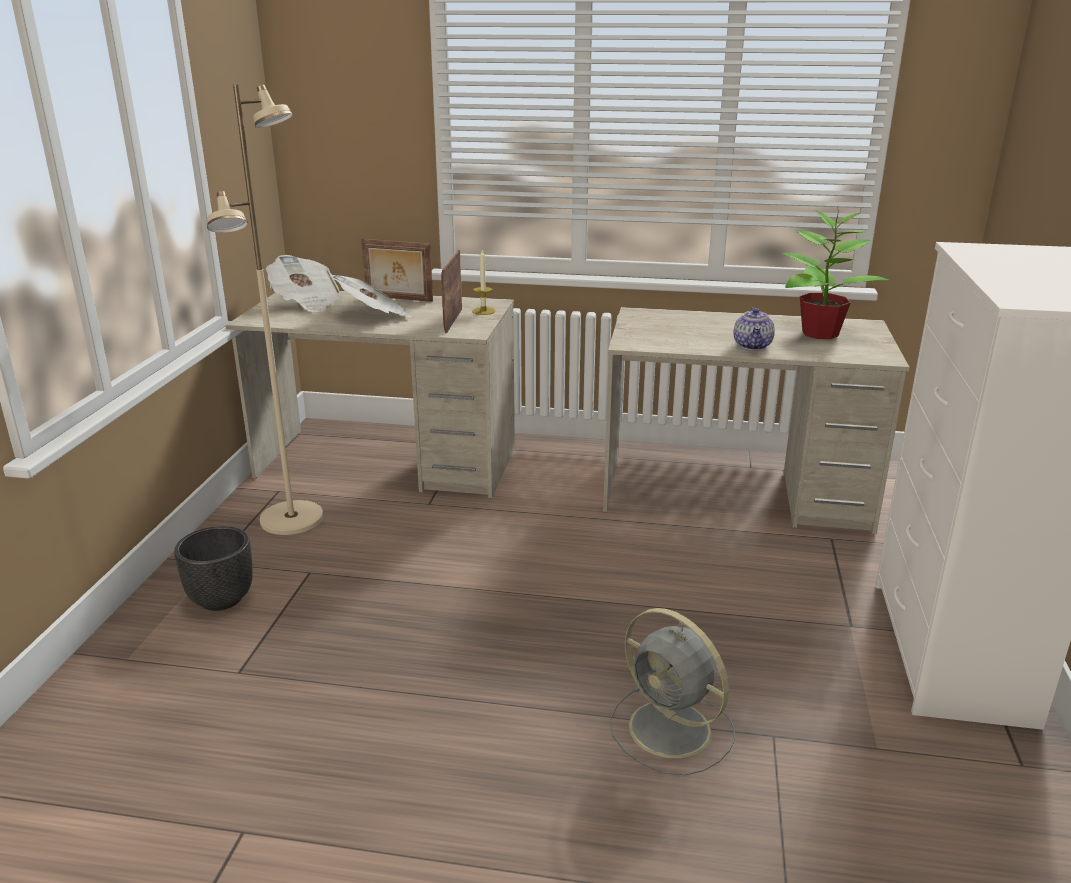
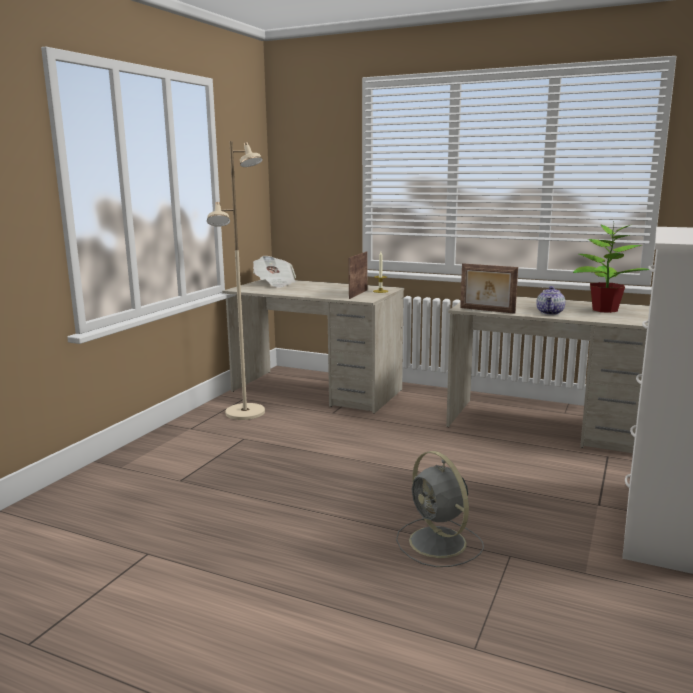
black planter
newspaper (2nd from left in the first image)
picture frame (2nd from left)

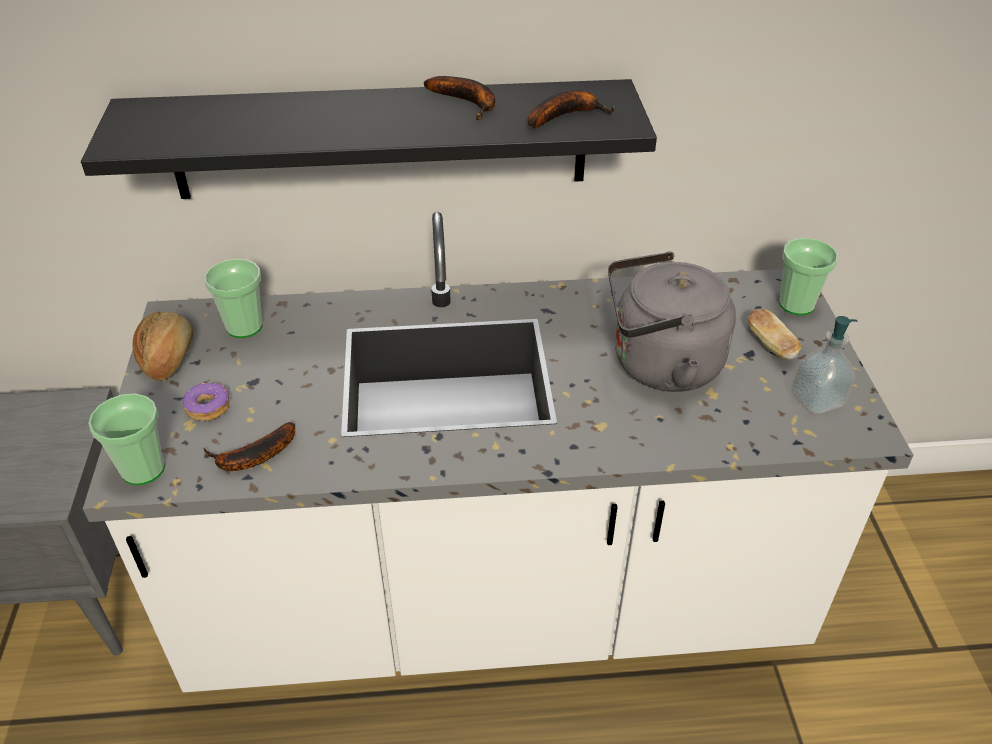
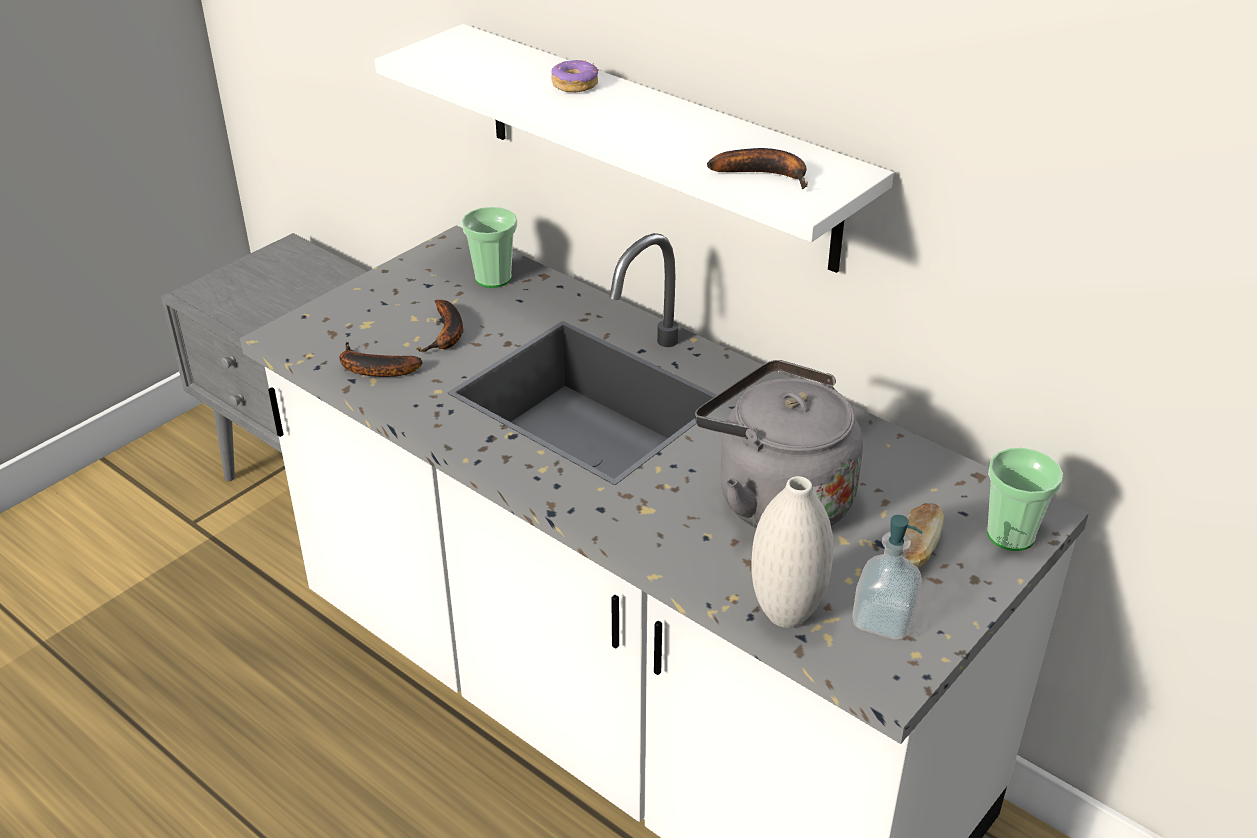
white shelf
cup (1st from left in the first image)
bread (1st from left in the first image)
donut
banana (2nd from left)
white vase

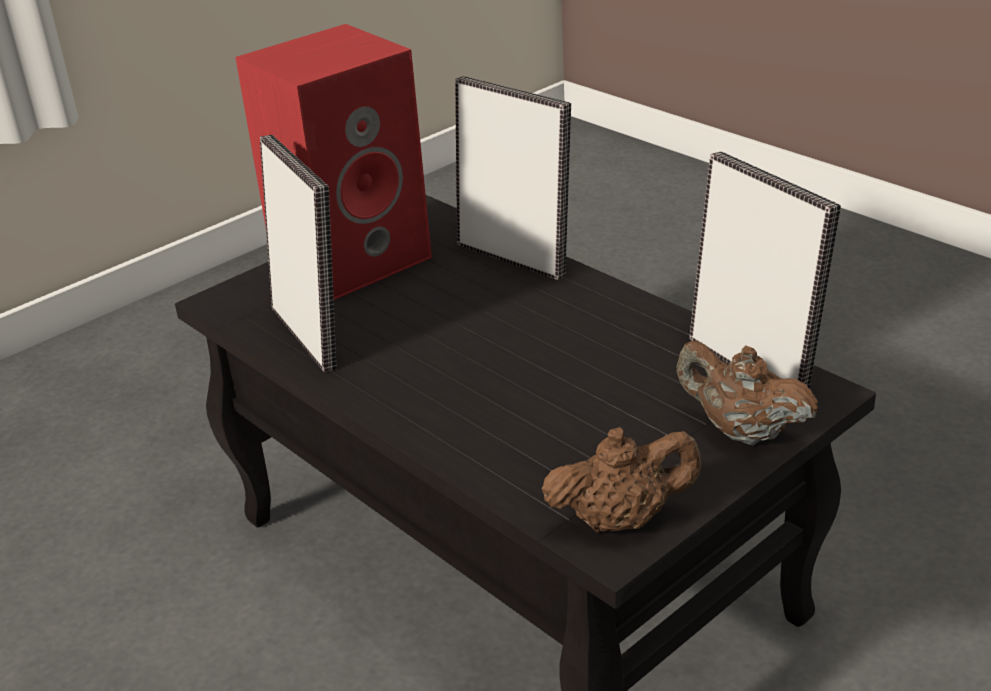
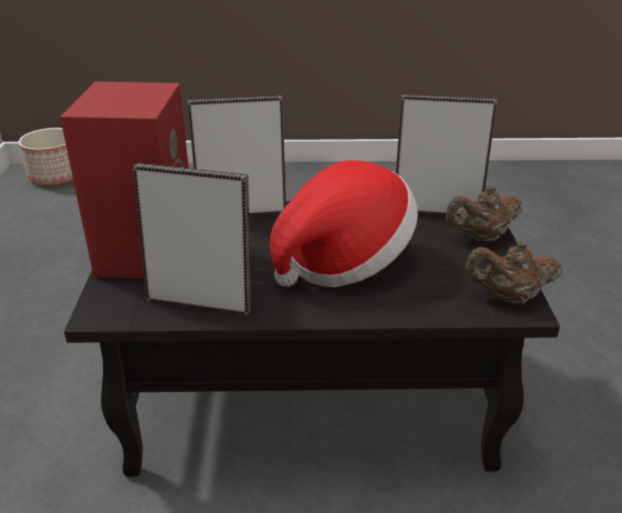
brown teapot (2nd from left)
planter
hat

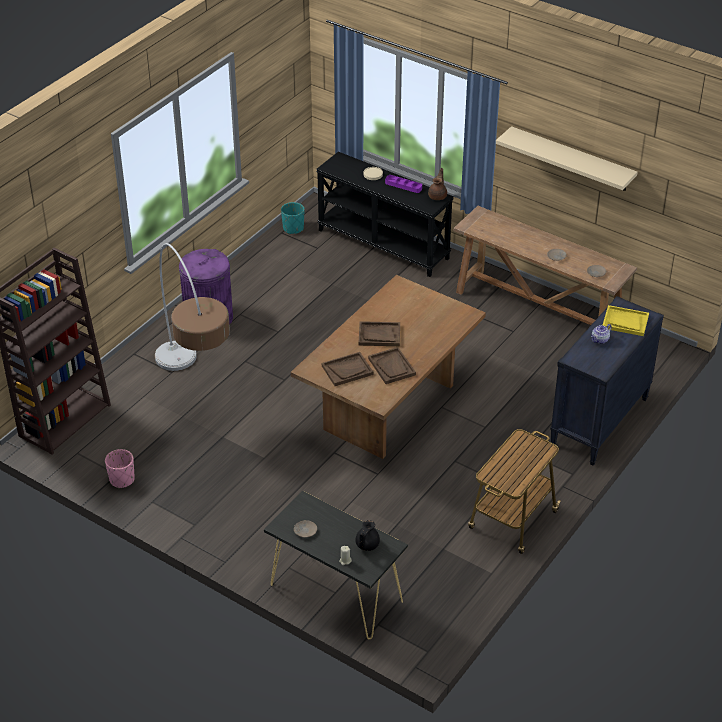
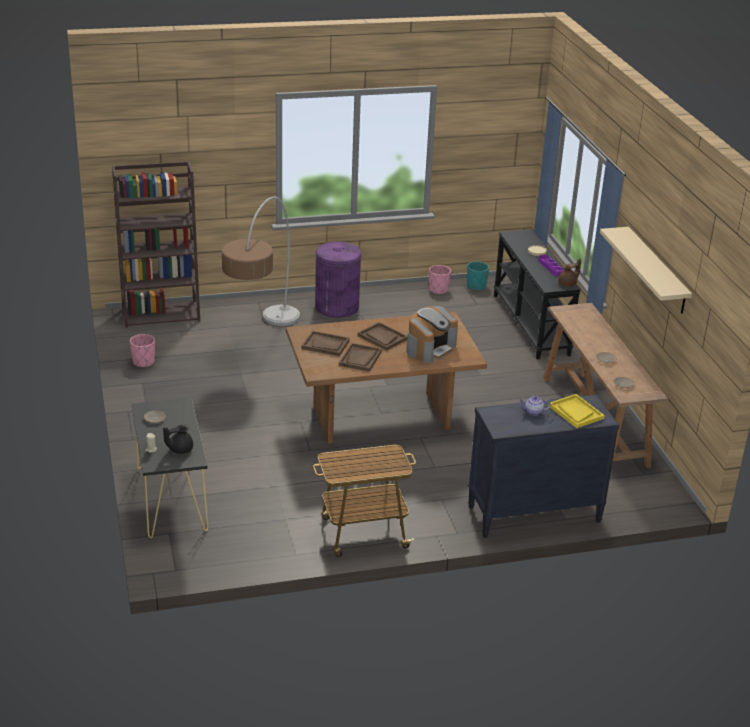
coffee machine
pink planter (2nd from left)

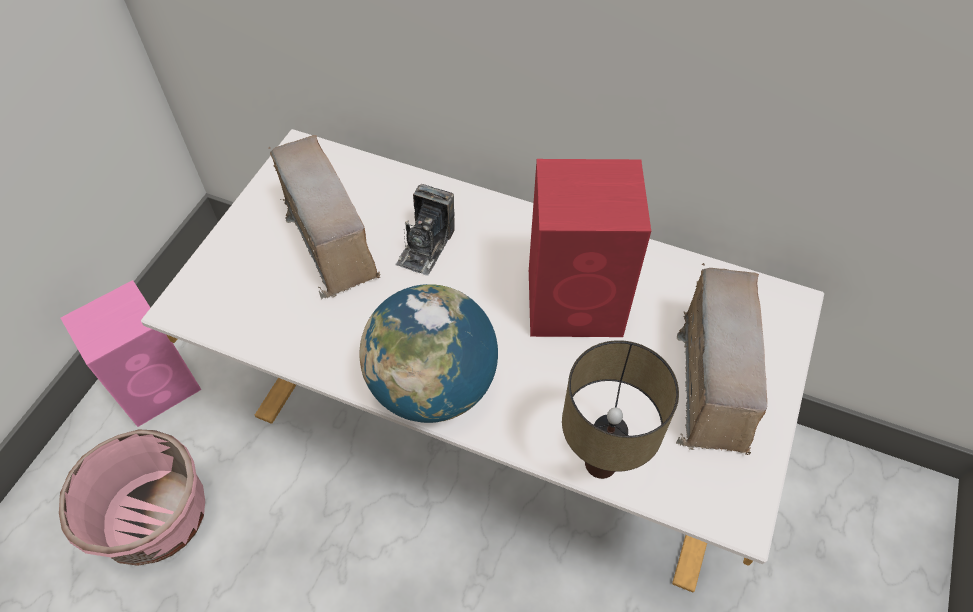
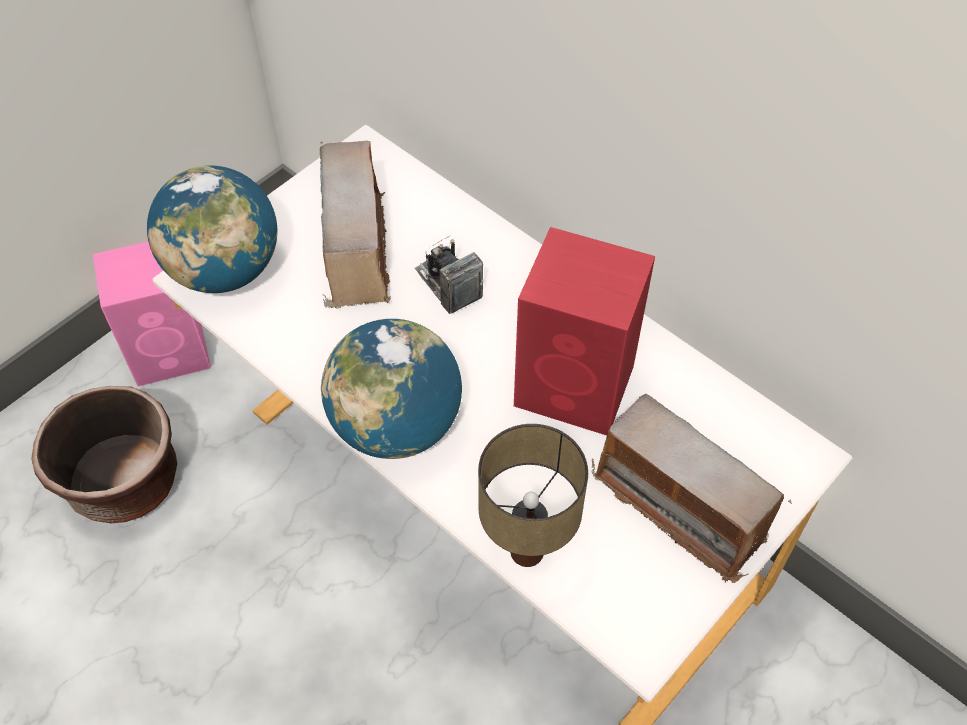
brown planter
photo camera
radio (2nd from left)
globe (1st from left)

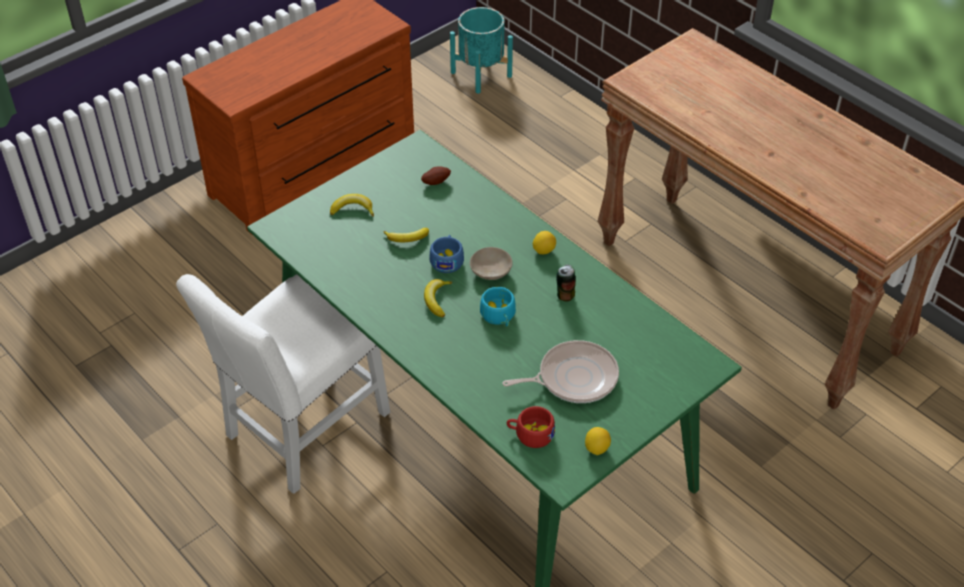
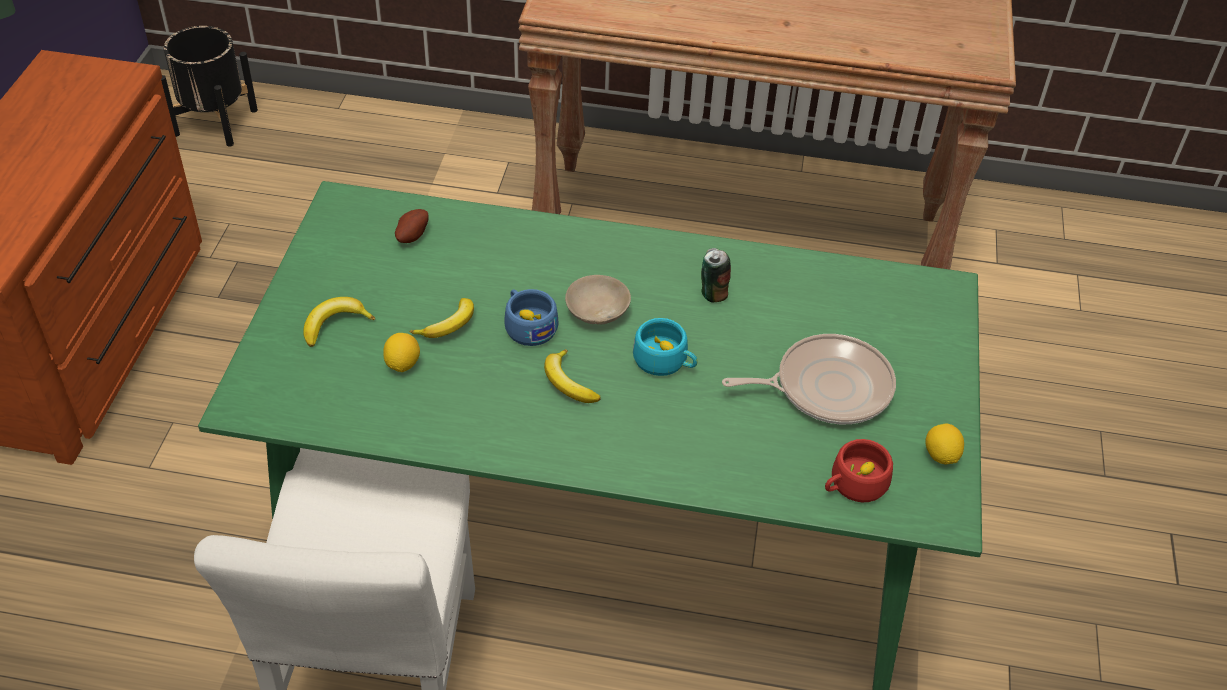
black planter
frying pan
lemon (1st from left)

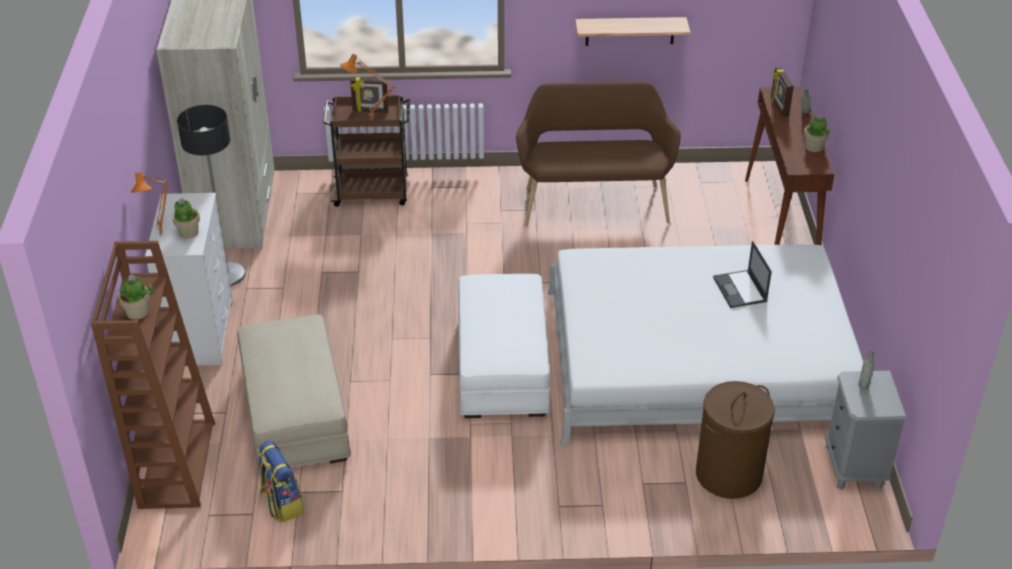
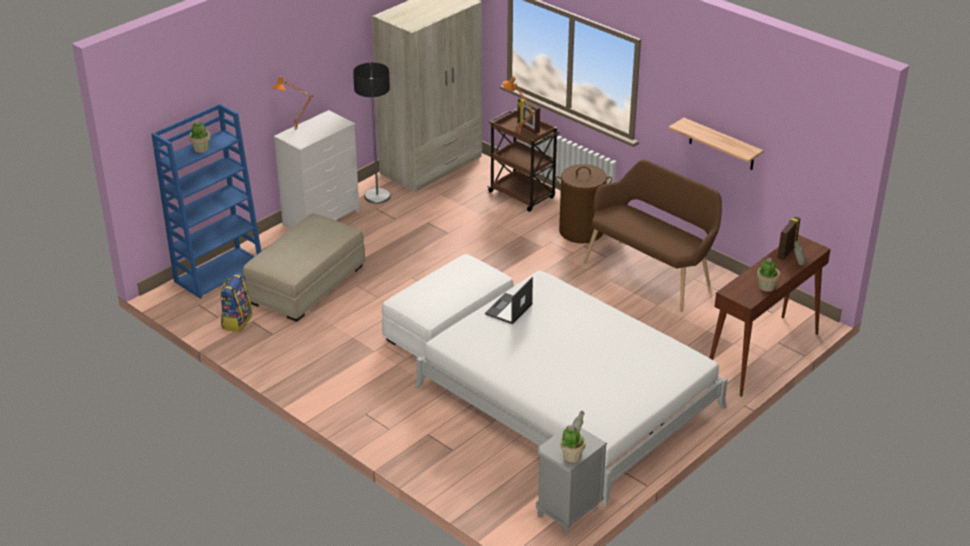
blue bookcase
potted plant (2nd from left)
brown laundry basket
laptop

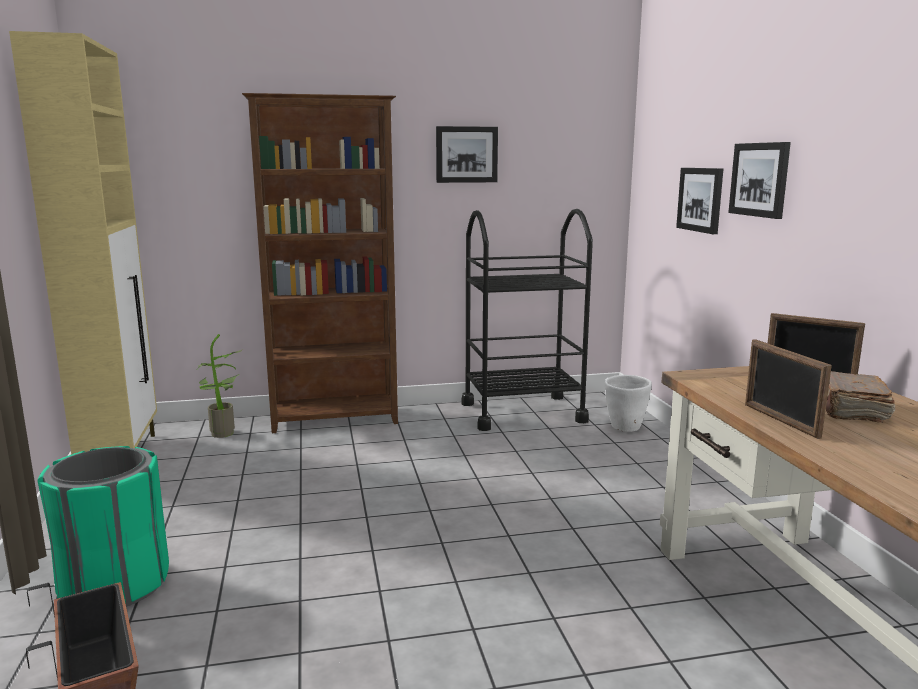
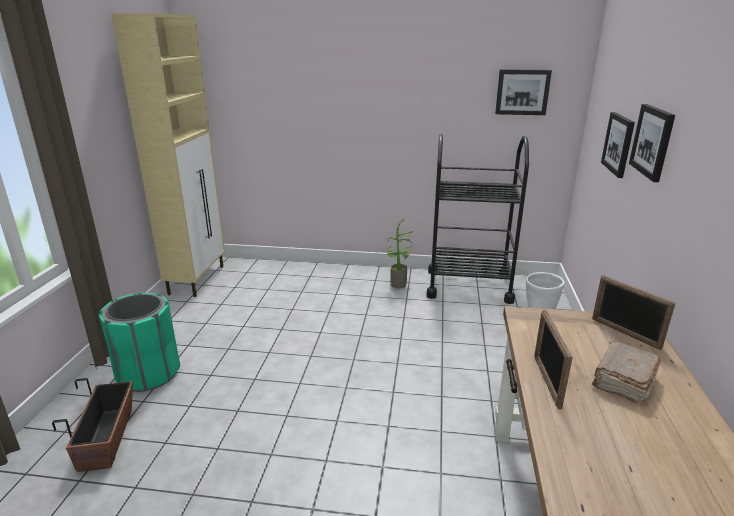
potted plant
brown bookcase
picture (1st from left)

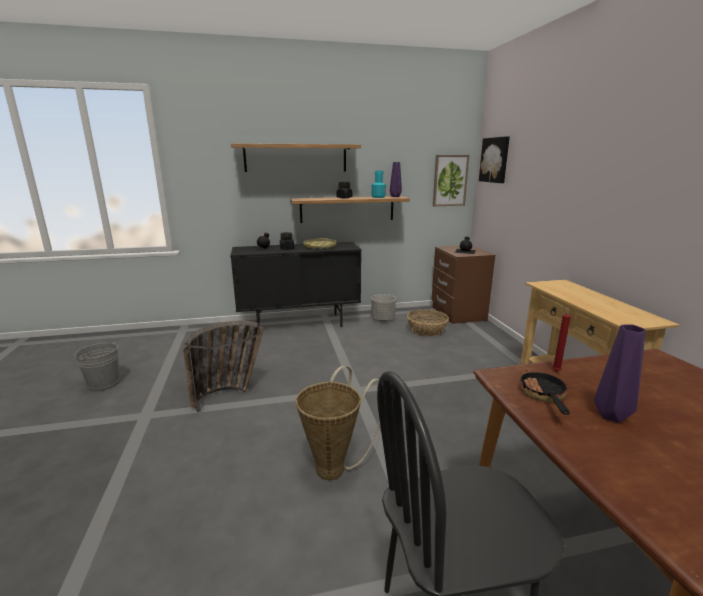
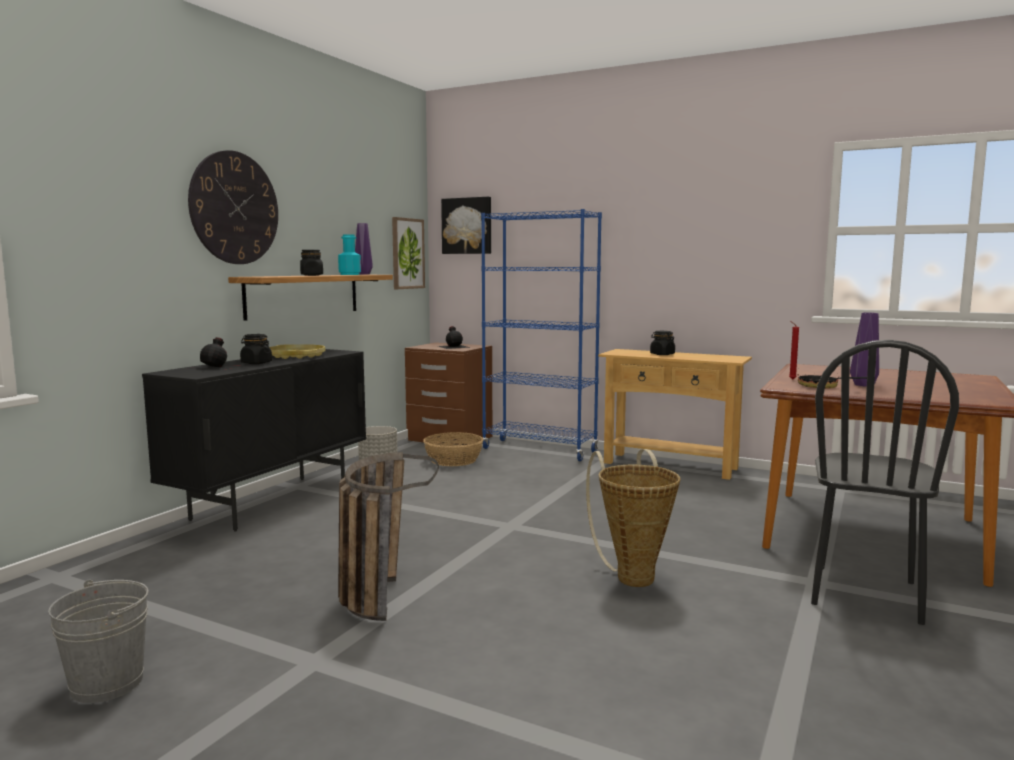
wall clock
blue bookcase
black jar (3rd from left)

